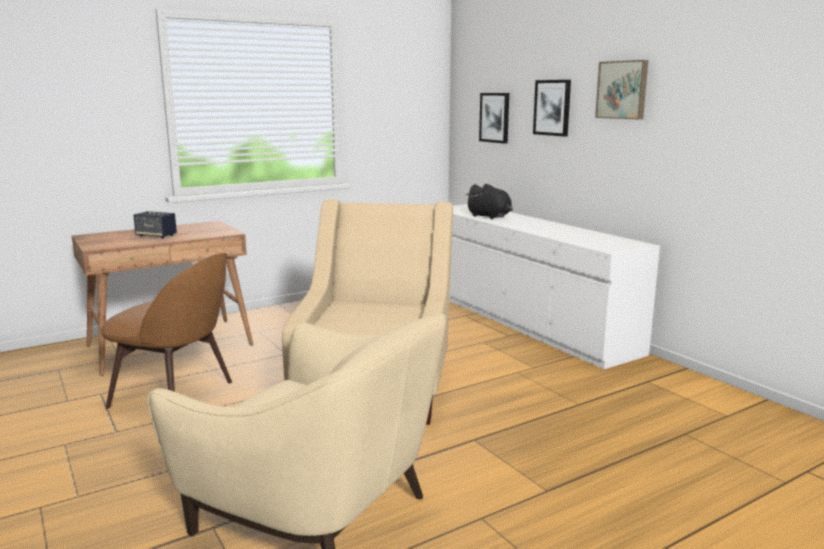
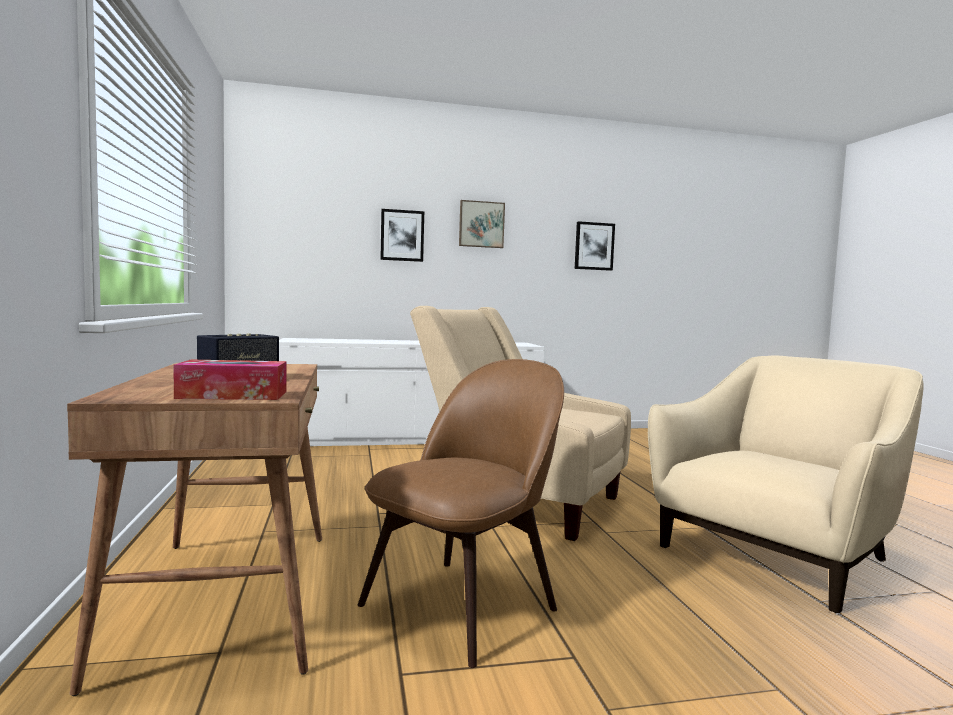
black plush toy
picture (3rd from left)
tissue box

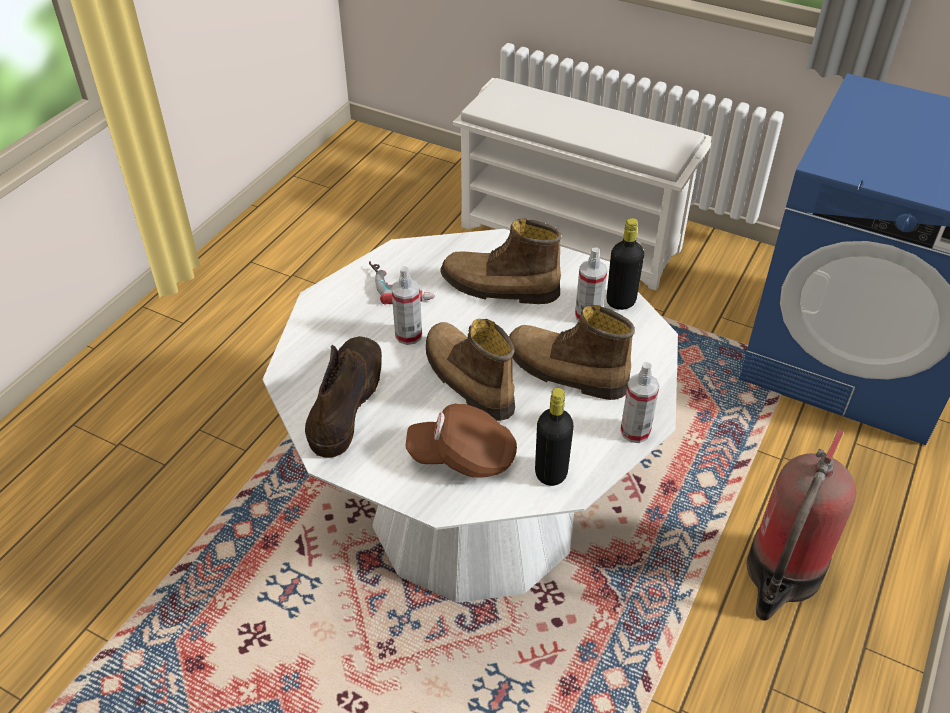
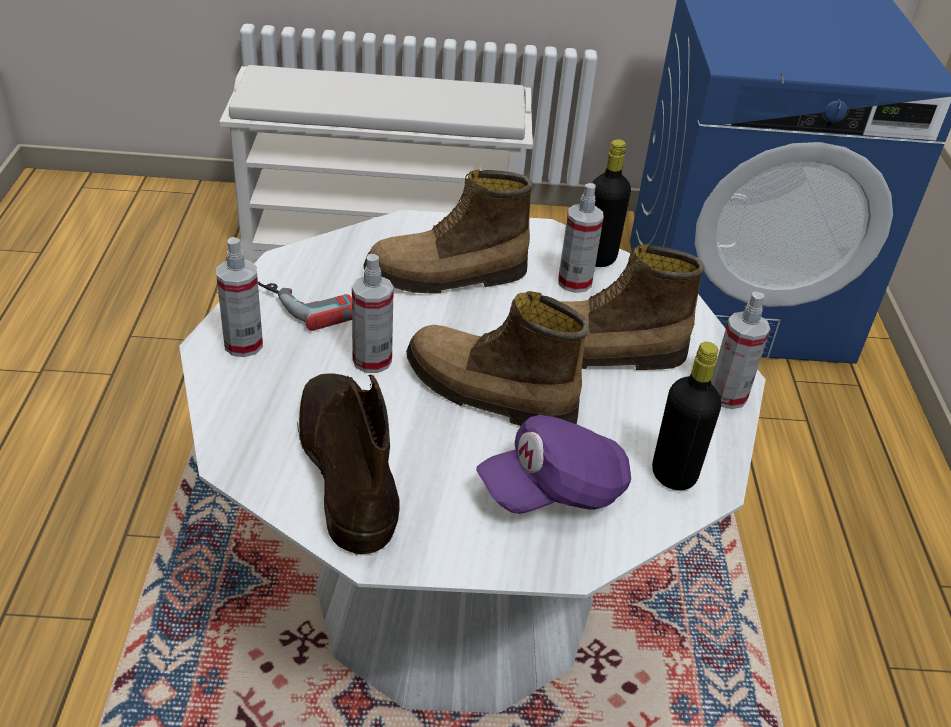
purple cap
fire extinguisher
spray bottle (1st from left)

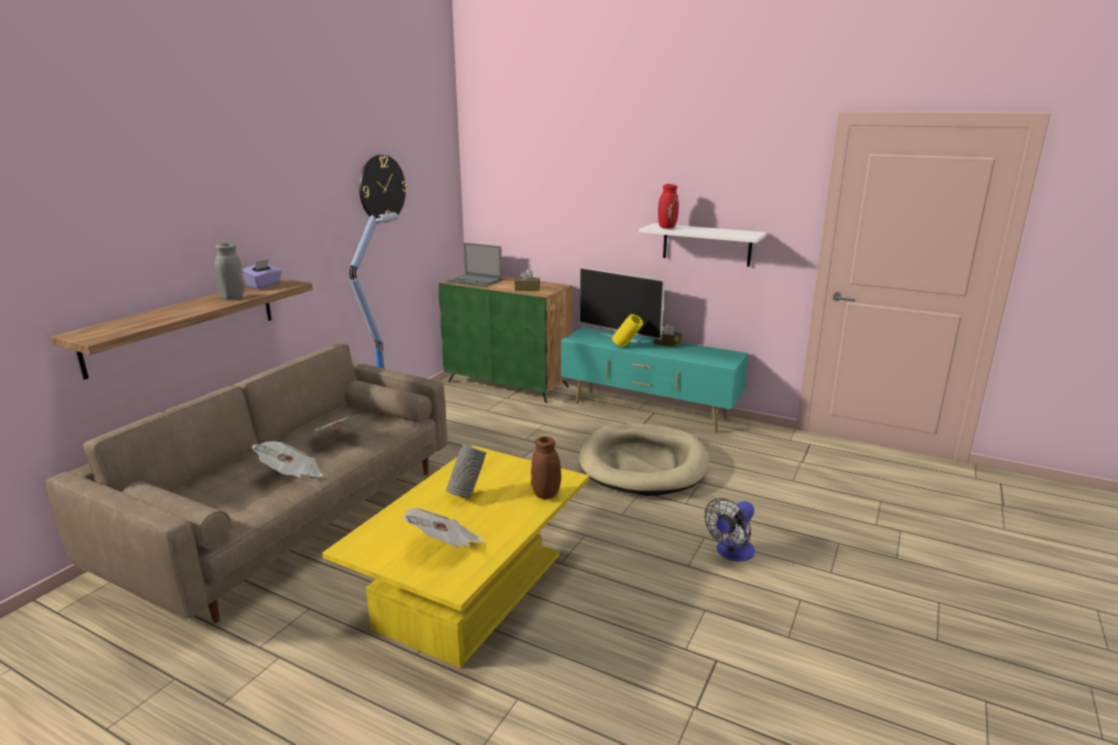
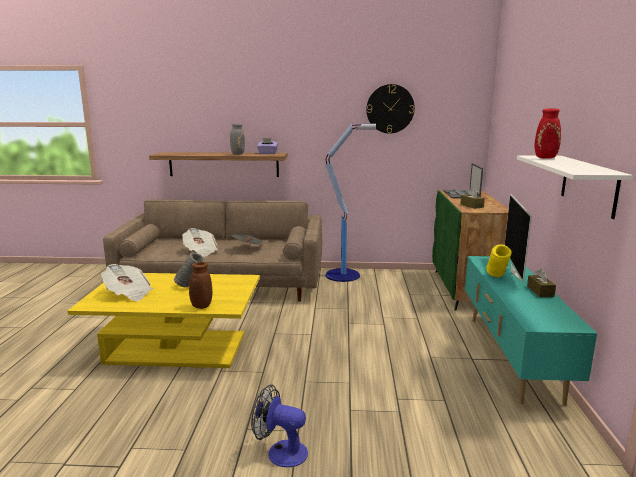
beige dog bed

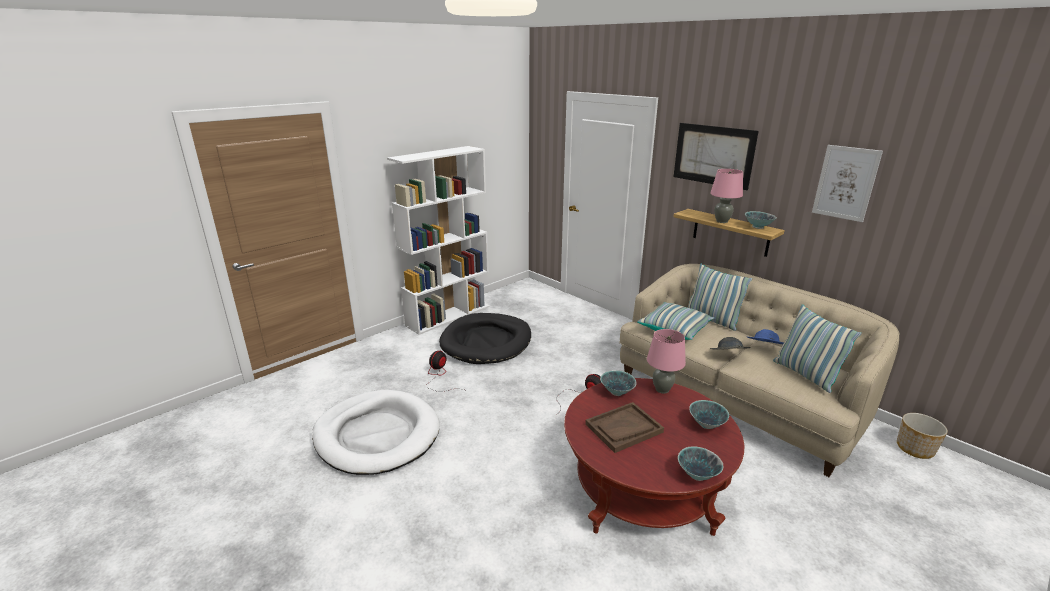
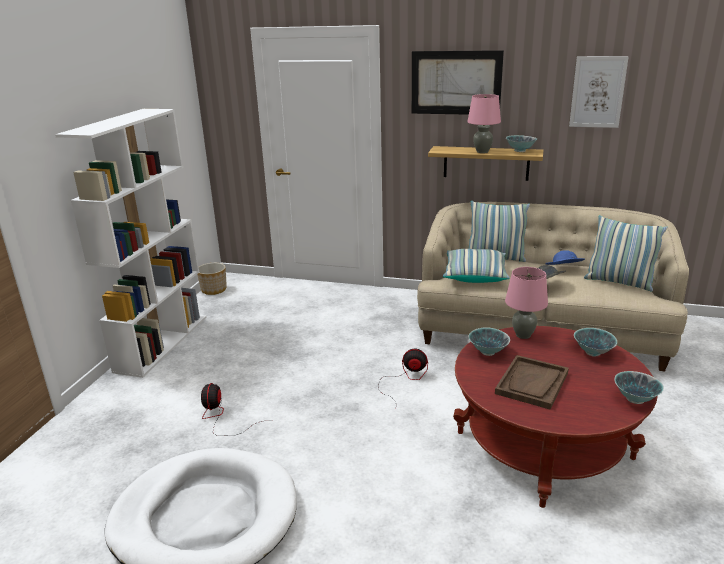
black dog bed
planter

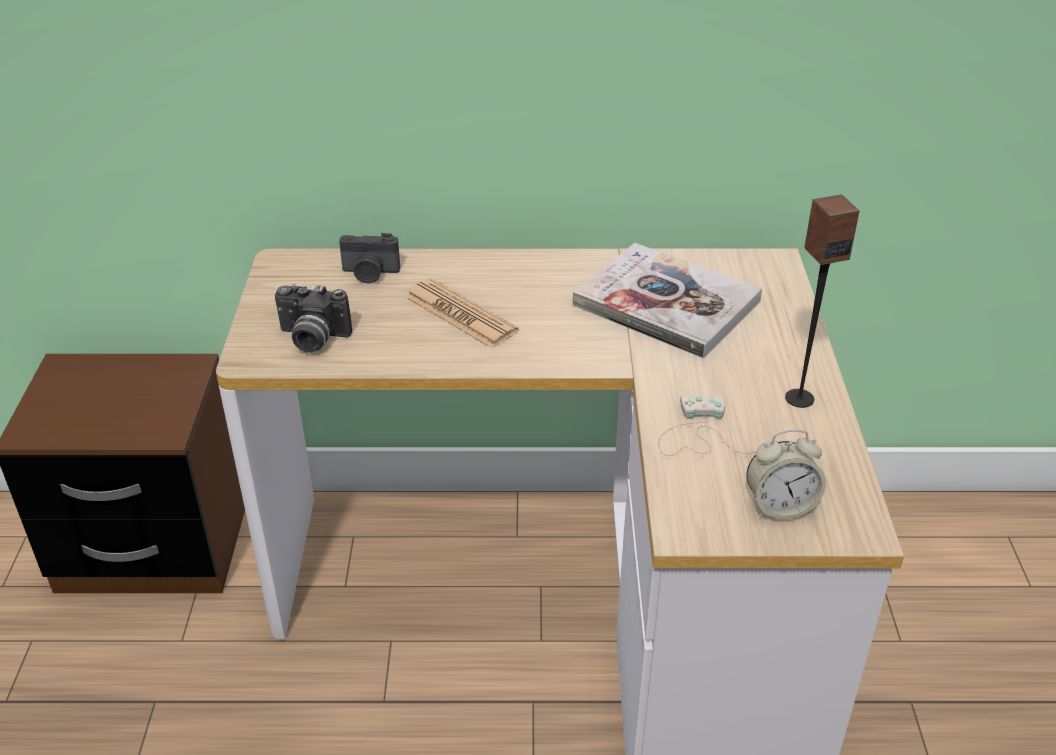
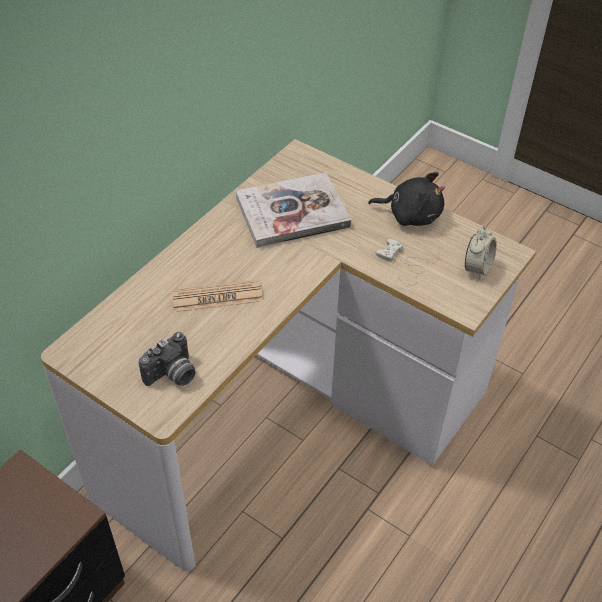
photo camera (2nd from left in the first image)
black plush toy

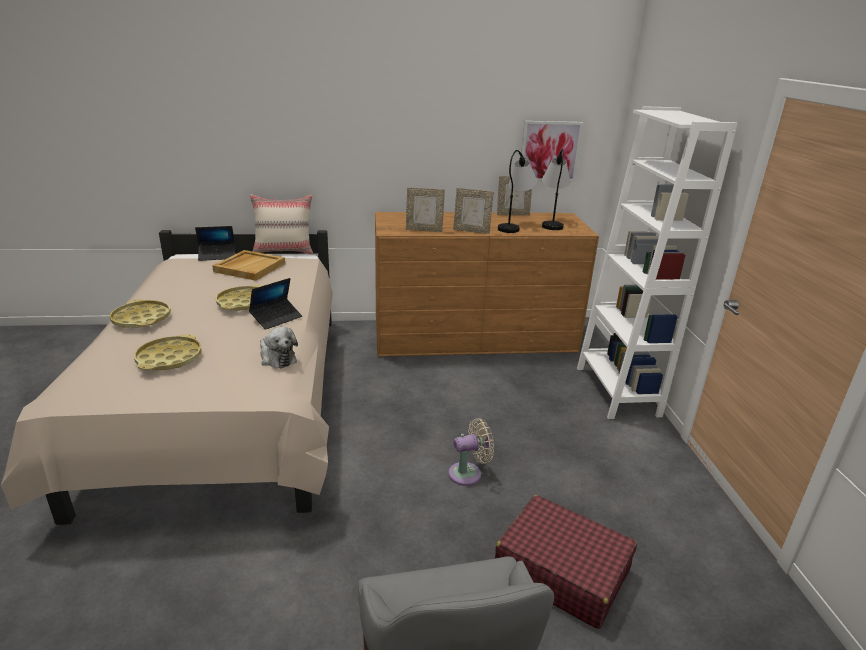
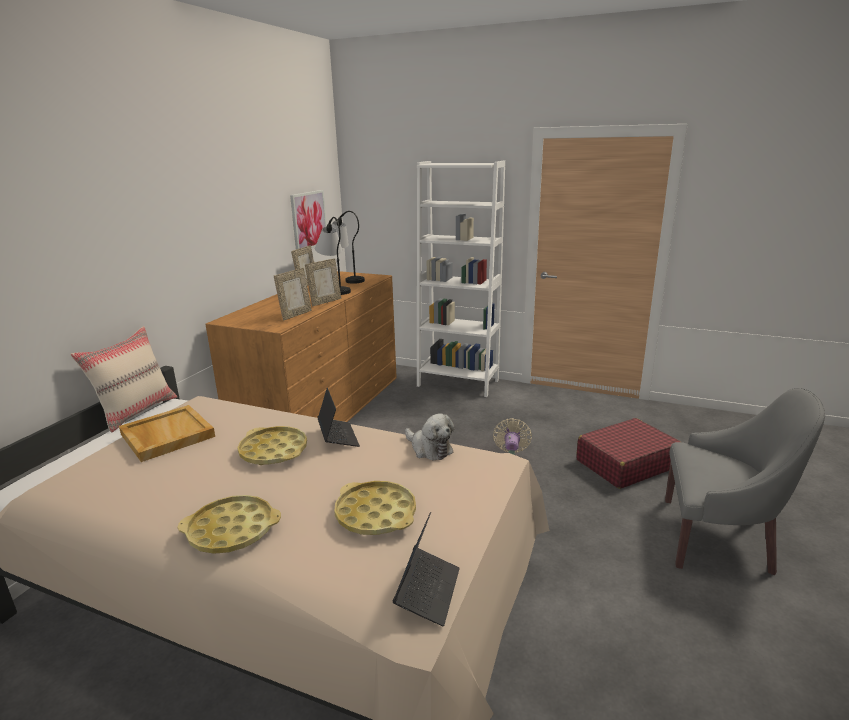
laptop (2nd from left)
plush toy

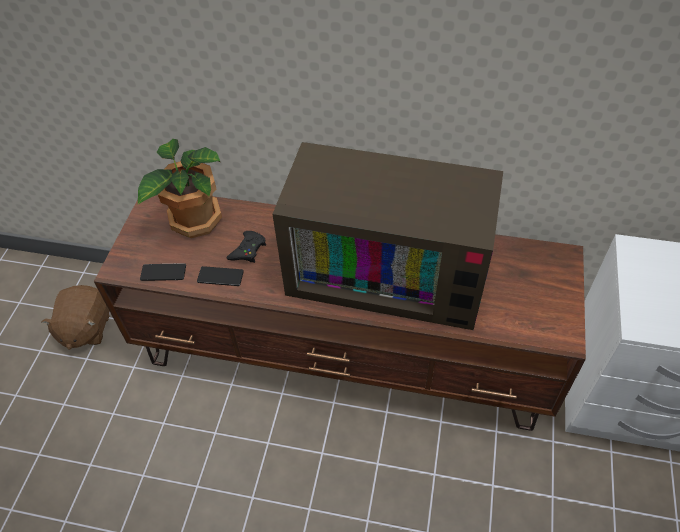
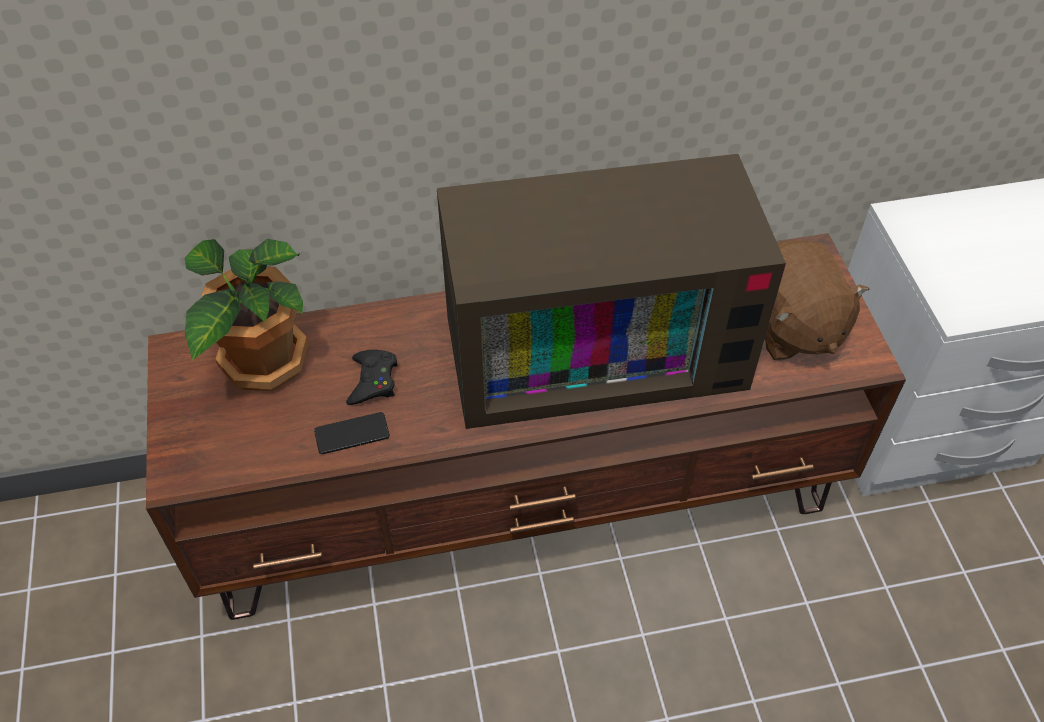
brown plush toy
phone (1st from left in the first image)

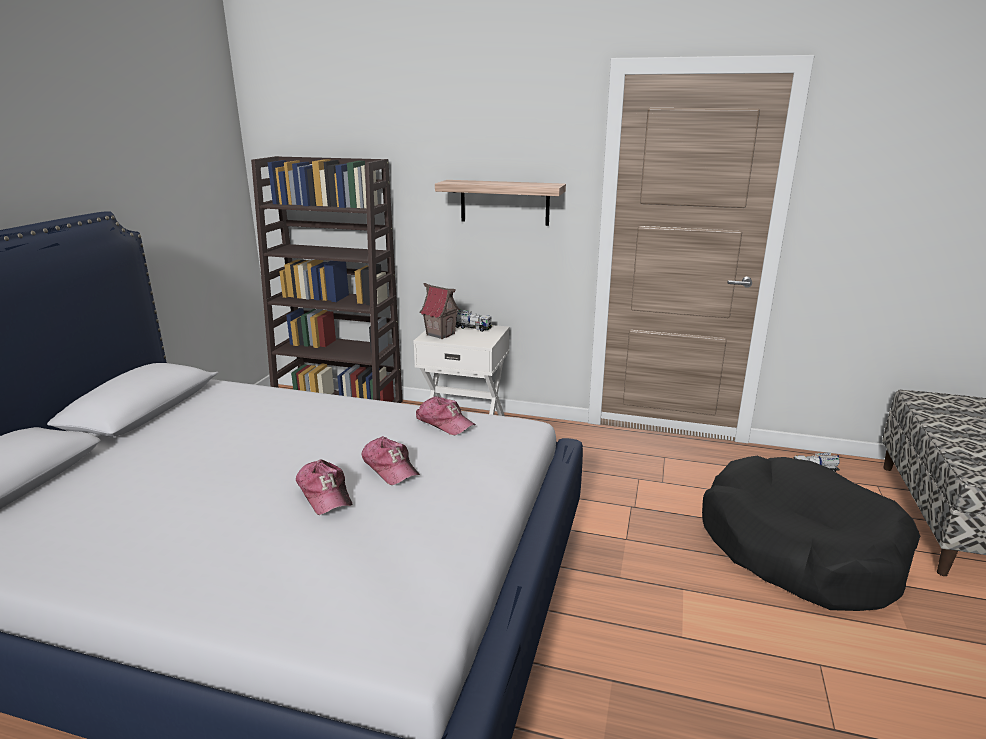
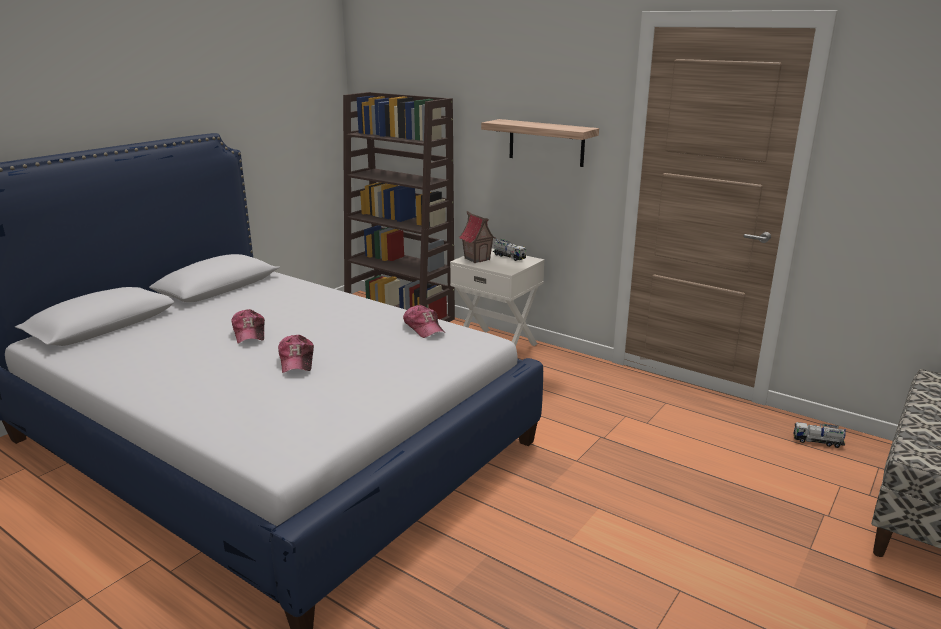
cap (1st from left)
black dog bed

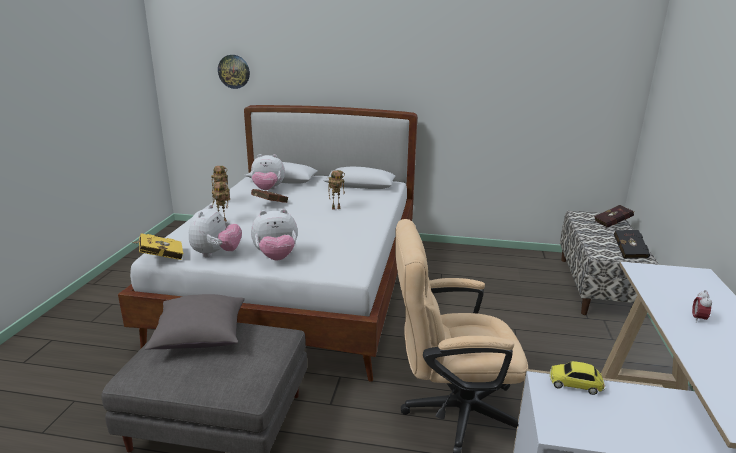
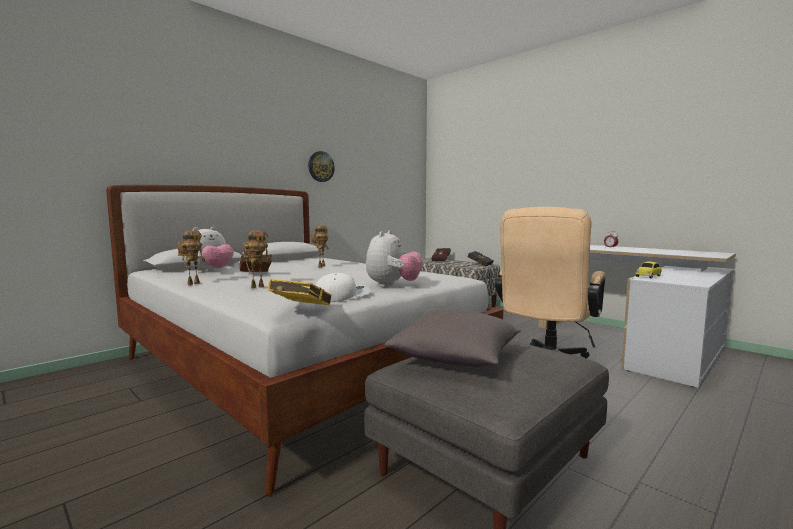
white cap
wall clock

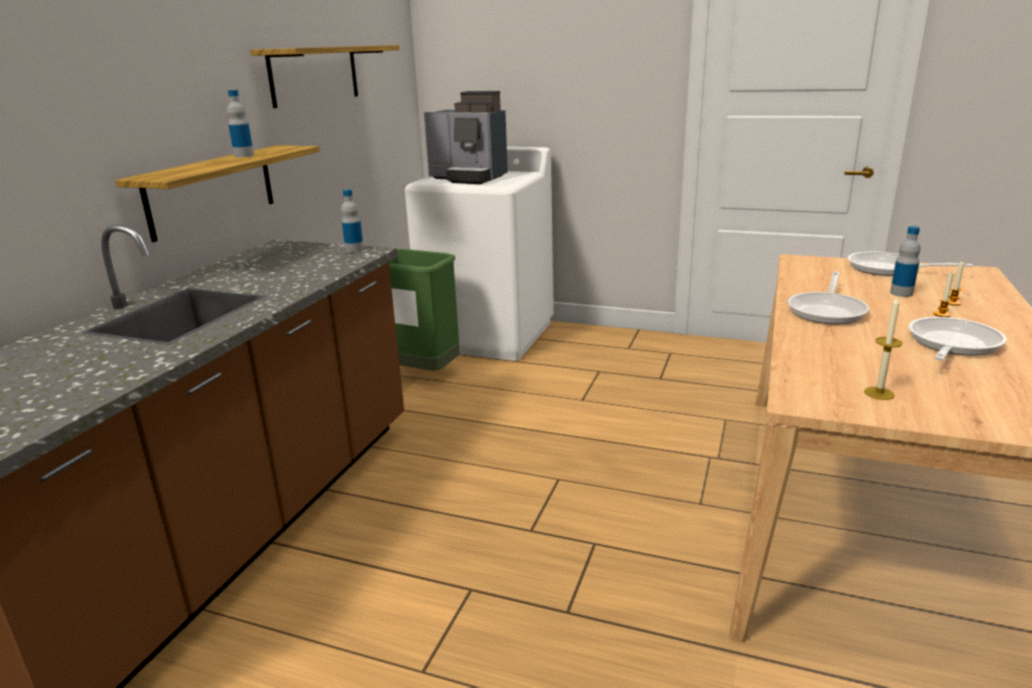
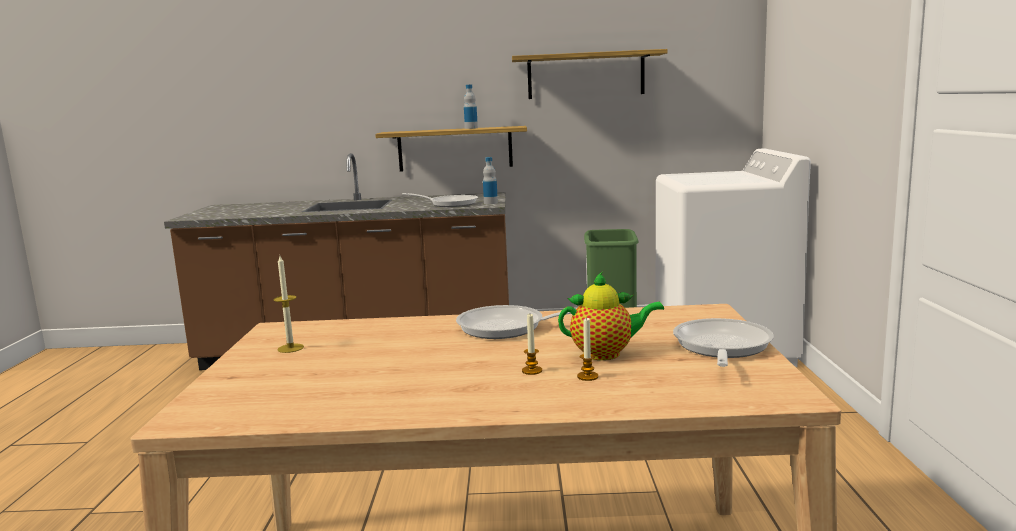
coffee machine
teapot
frying pan (1st from left)

